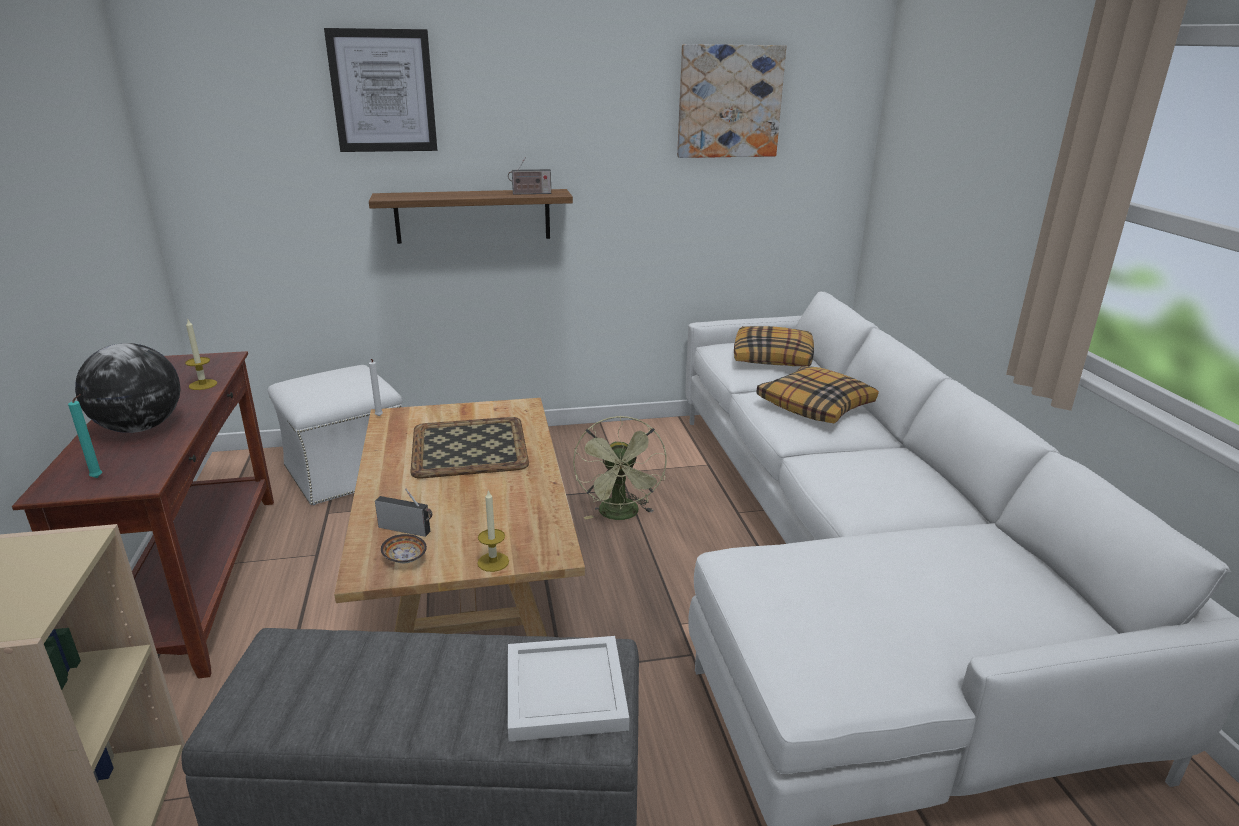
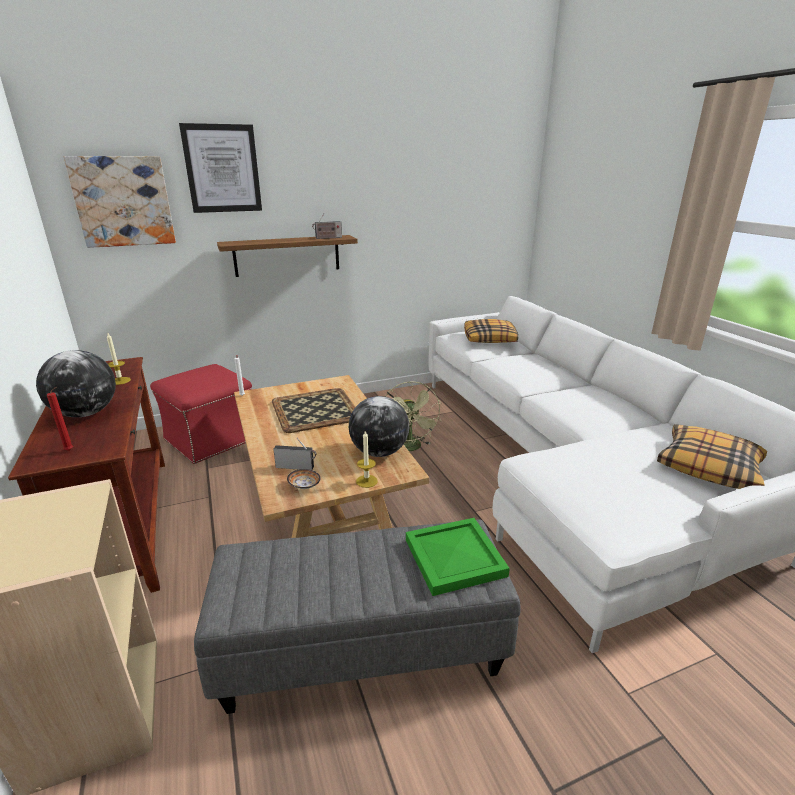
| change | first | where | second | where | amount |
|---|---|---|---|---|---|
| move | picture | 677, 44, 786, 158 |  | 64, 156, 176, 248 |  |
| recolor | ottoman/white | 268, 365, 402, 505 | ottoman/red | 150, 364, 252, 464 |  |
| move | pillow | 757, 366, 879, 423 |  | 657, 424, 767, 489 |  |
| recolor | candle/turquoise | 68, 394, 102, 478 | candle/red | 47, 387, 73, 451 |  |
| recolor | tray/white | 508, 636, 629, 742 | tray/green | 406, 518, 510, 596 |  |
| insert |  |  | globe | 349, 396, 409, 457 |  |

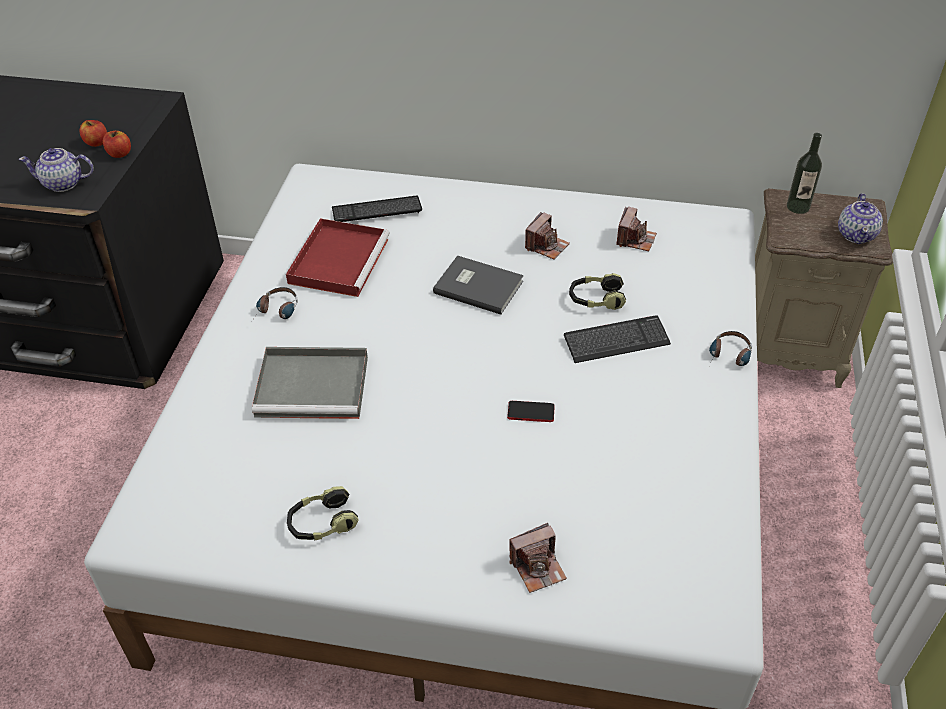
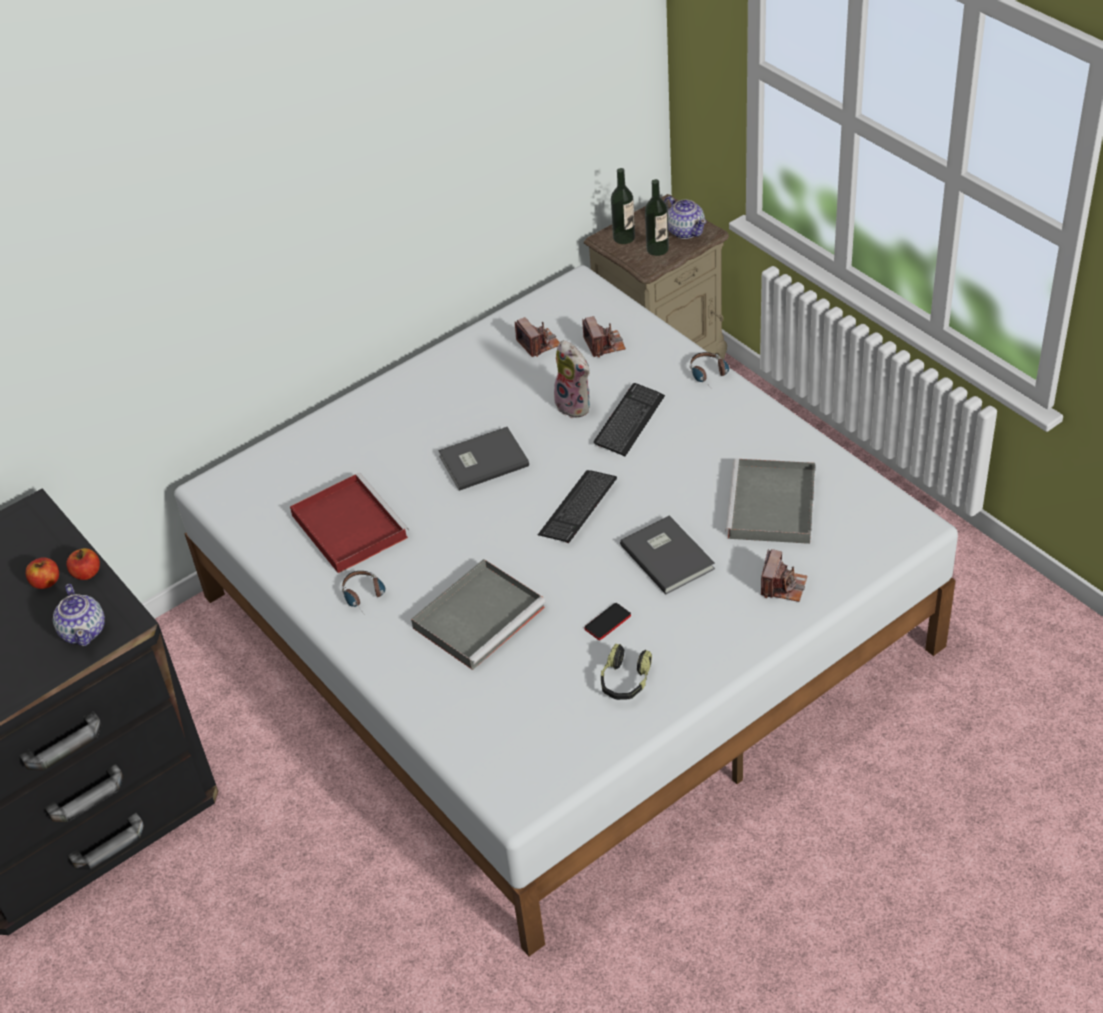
| change | first | where | second | where | amount |
|---|---|---|---|---|---|
| rotate | teapot | 19, 148, 93, 192 |  | 53, 584, 105, 646 | 60 degrees counterclockwise |
| move | keyboard | 332, 195, 422, 222 |  | 538, 470, 617, 543 |  |
| move | photo camera | 525, 212, 570, 259 |  | 582, 316, 626, 357 |  |
| replace | headphones | 569, 273, 626, 310 | plush toy | 554, 340, 590, 418 |  |
| move | phone | 507, 401, 555, 422 |  | 584, 603, 631, 640 |  |
| insert |  |  | bottle | 645, 179, 669, 256 |  |
| insert |  |  | tray/grey | 725, 459, 815, 544 |  |
| insert |  |  | book/grey | 620, 516, 715, 594 |  |

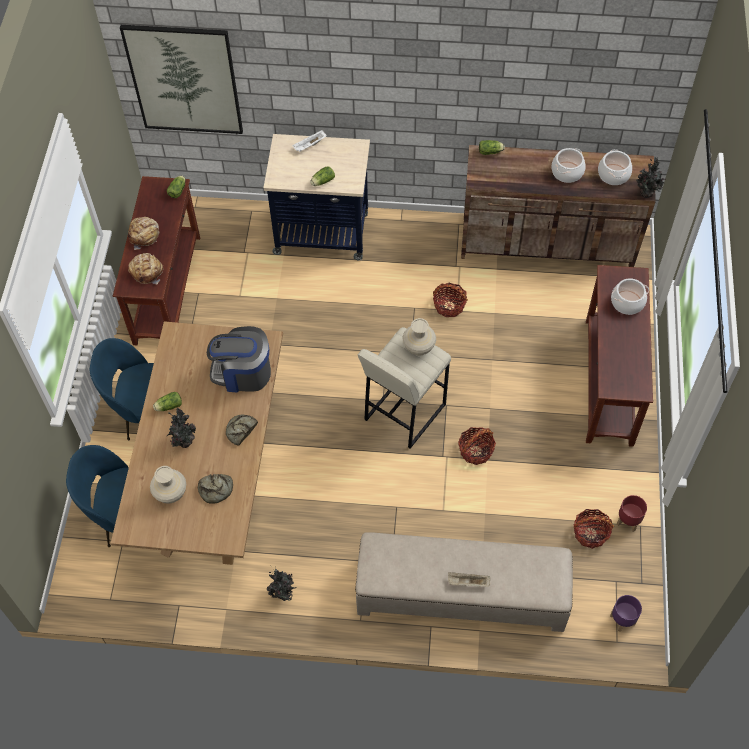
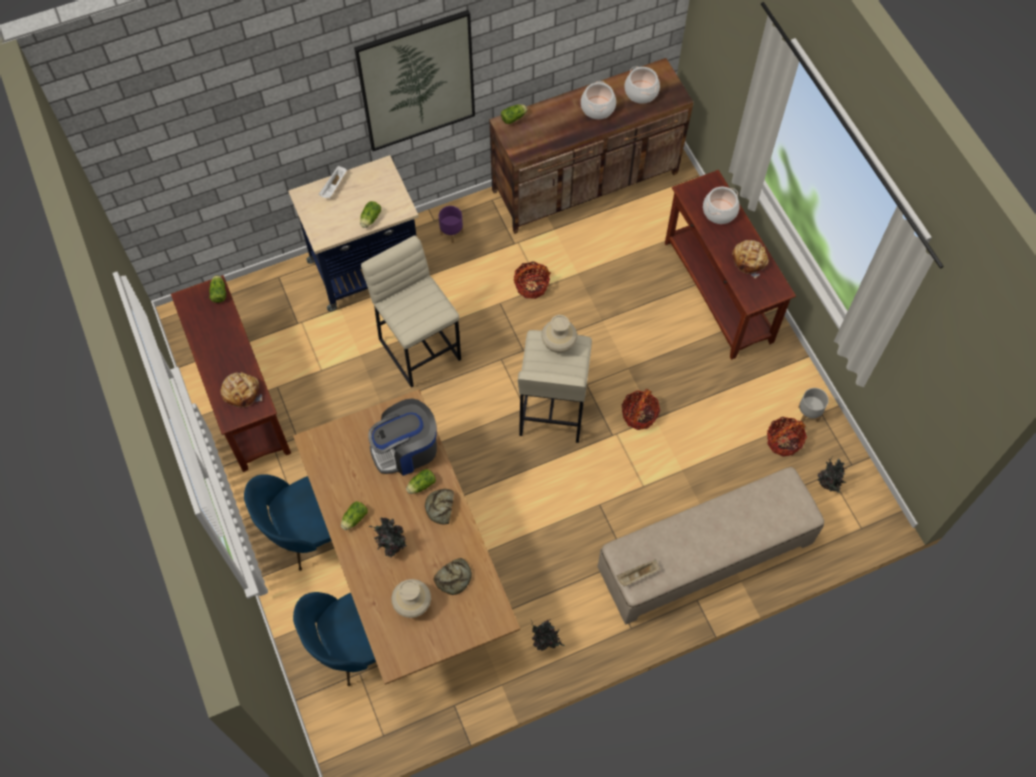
| change | first | where | second | where | amount |
|---|---|---|---|---|---|
| move | picture | 120, 25, 243, 134 |  | 354, 10, 475, 151 |  |
| move | potted plant | 636, 157, 666, 198 |  | 817, 455, 847, 493 |  |
| move | bread | 128, 217, 160, 250 |  | 732, 240, 769, 278 |  |
| recolor | planter/red | 617, 495, 647, 532 | planter/grey | 798, 388, 829, 422 |  |
| move | tray/beige | 448, 572, 490, 587 |  | 617, 560, 660, 587 |  |
| move | planter/purple | 610, 595, 642, 632 |  | 439, 206, 463, 243 |  |
| insert |  |  | stool/beige | 361, 236, 461, 388 |  |
| insert |  |  | lettuce | 406, 469, 436, 494 |  |

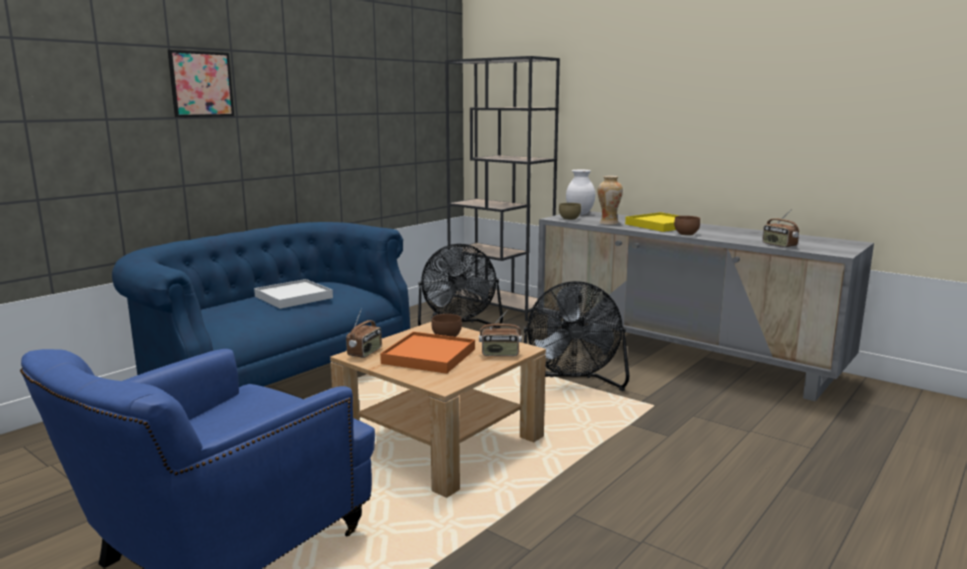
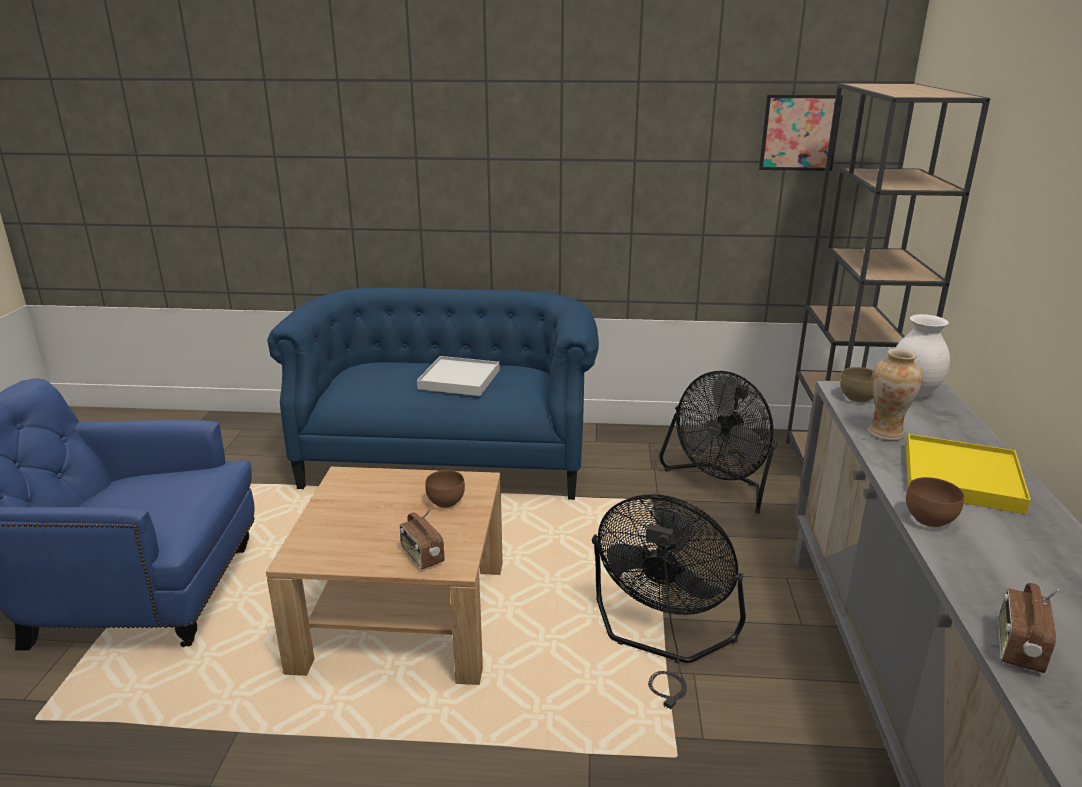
| change | first | where | second | where | amount |
|---|---|---|---|---|---|
| move | picture | 168, 50, 234, 117 |  | 759, 95, 843, 171 |  |
| rotate | fan/black | 524, 281, 629, 391 |  | 592, 494, 746, 709 | 150 degrees clockwise |
| delete | radio | 346, 309, 382, 358 |  |  |  |
| delete | tray/orange | 380, 332, 475, 374 |  |  |  |

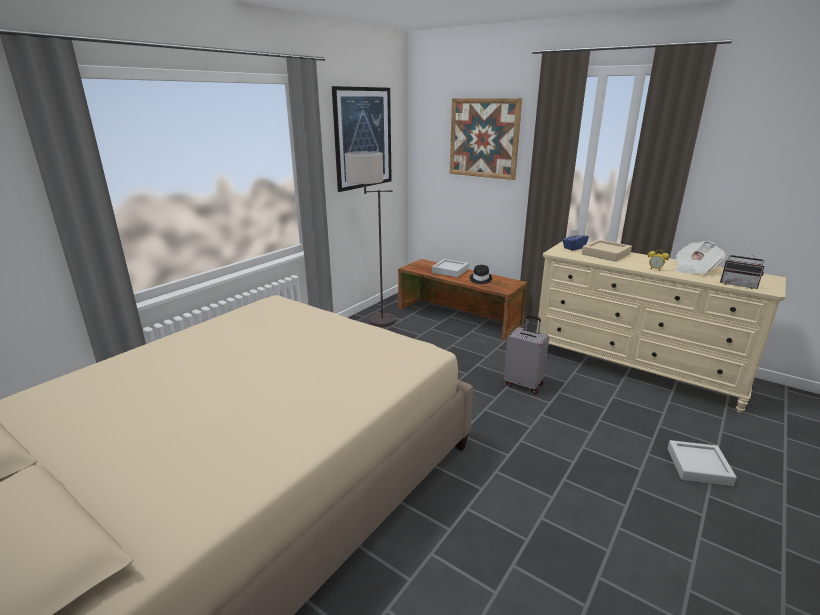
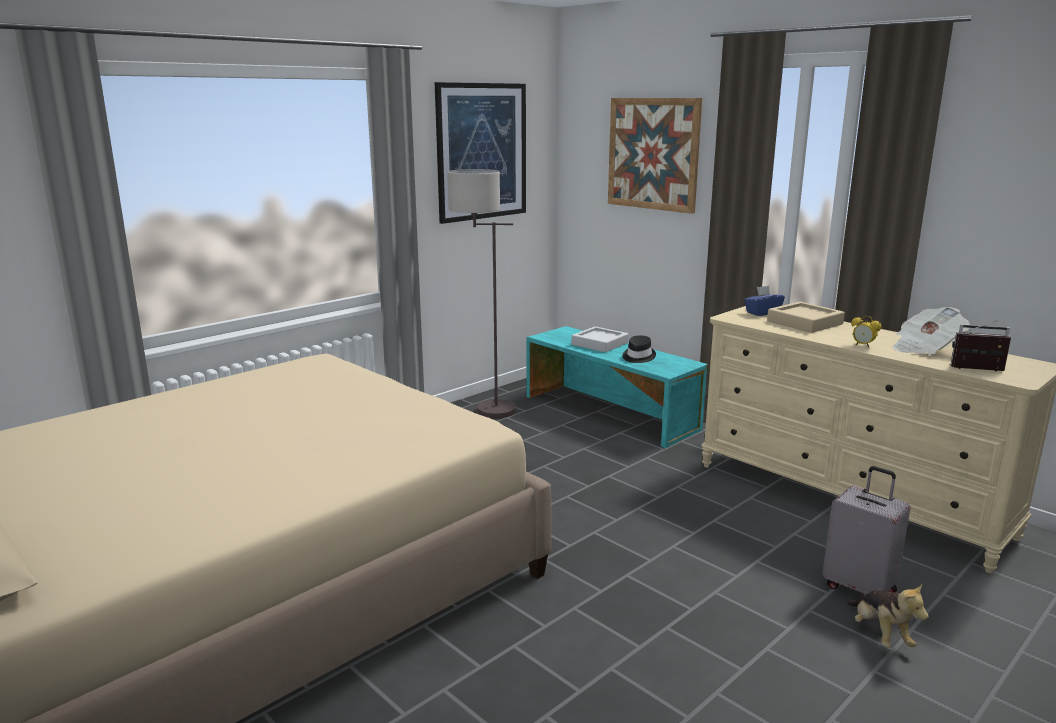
| change | first | where | second | where | amount |
|---|---|---|---|---|---|
| rotate | radio | 720, 246, 765, 289 |  | 950, 320, 1011, 371 | 150 degrees clockwise |
| recolor | bench/brown | 398, 259, 528, 340 | bench/turquoise | 526, 326, 708, 448 |  |
| move | suitcase/grey | 504, 315, 549, 394 |  | 823, 466, 911, 595 |  |
| replace | tray/grey | 667, 440, 737, 486 | plush toy | 846, 584, 929, 648 |  |

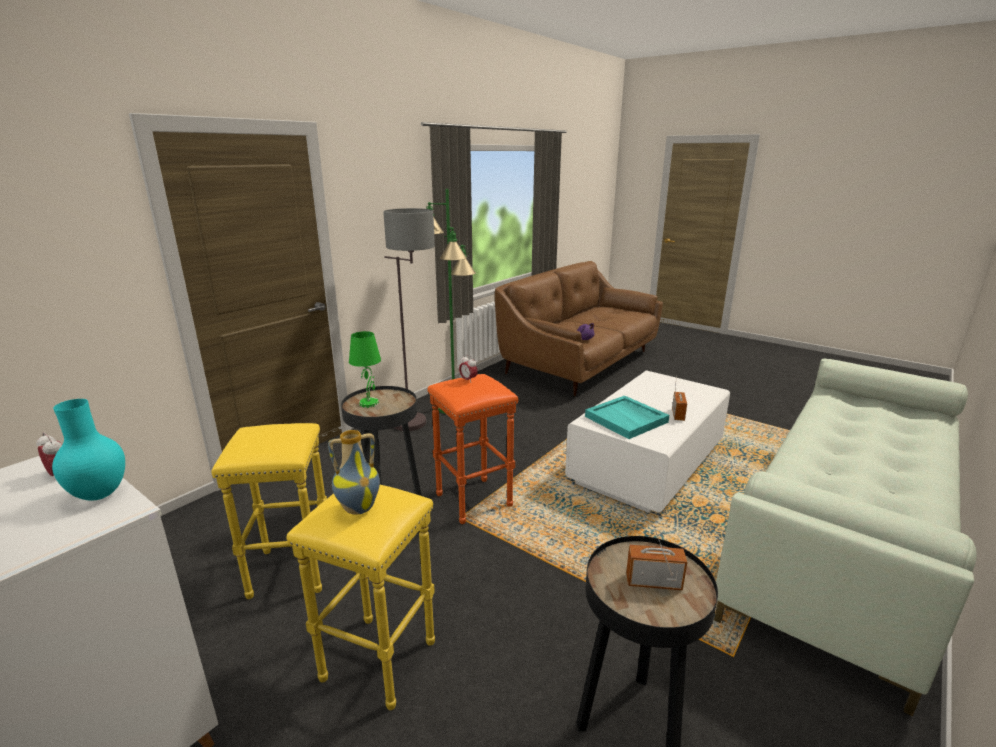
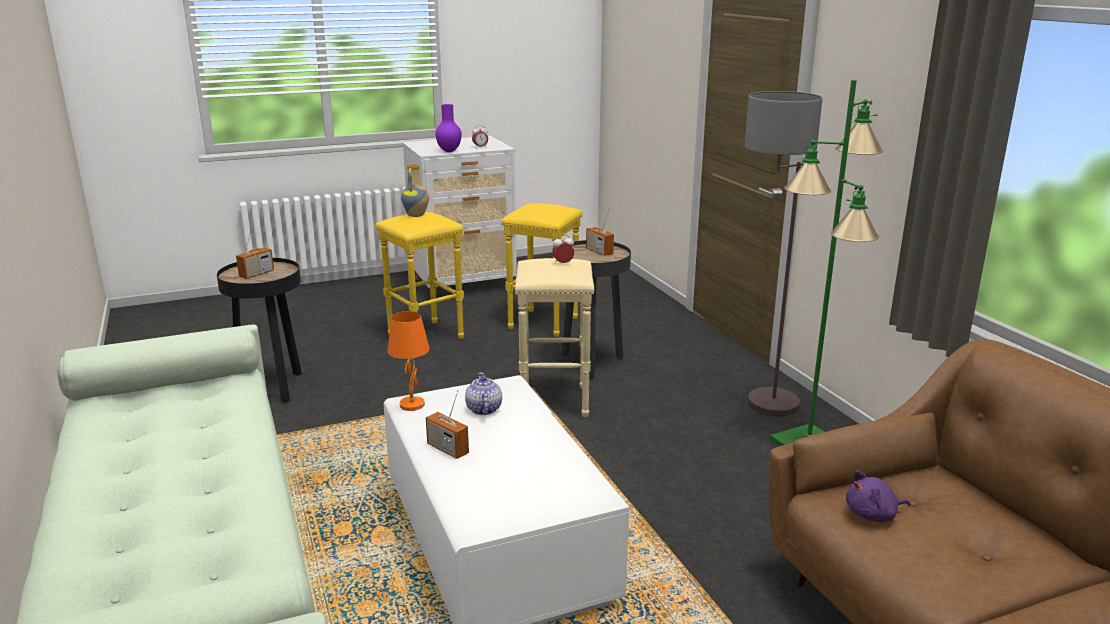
| change | first | where | second | where | amount |
|---|---|---|---|---|---|
| replace | table lamp/green | 349, 331, 381, 408 | radio | 586, 208, 614, 256 |  |
| recolor | stool/orange | 427, 374, 518, 524 | stool/beige | 515, 258, 594, 417 |  |
| replace | tray/turquoise | 585, 396, 669, 439 | teapot | 465, 372, 502, 415 |  |
| recolor | vase/turquoise | 52, 399, 125, 500 | vase/purple | 435, 104, 462, 152 |  |
| insert |  |  | table lamp/orange | 387, 311, 430, 411 |  |

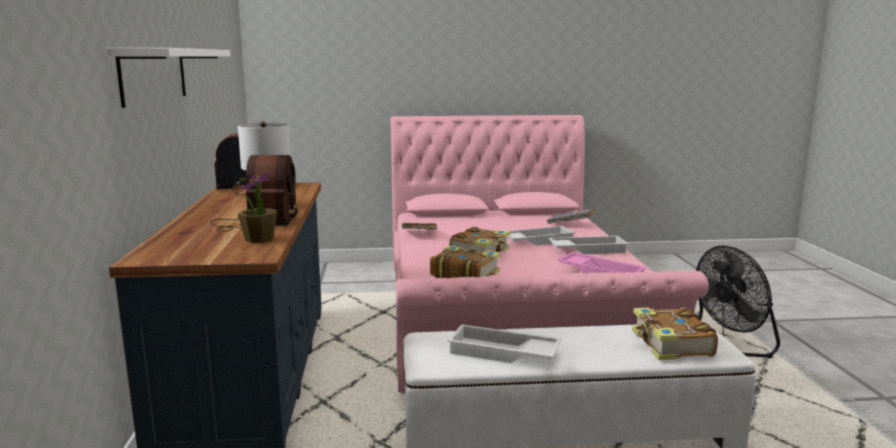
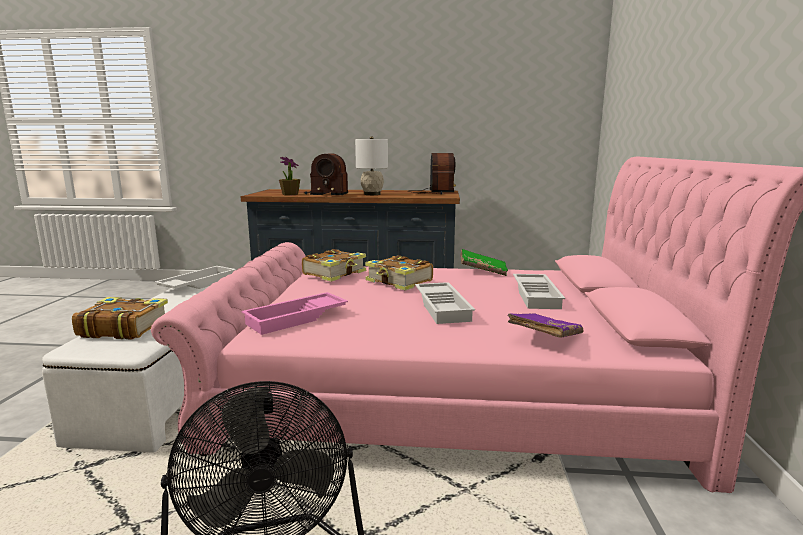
| change | first | where | second | where | amount |
|---|---|---|---|---|---|
| delete | shelf/white | 106, 48, 231, 108 |  |  |  |
| recolor | book/grey | 547, 208, 595, 224 | book/purple | 508, 313, 583, 338 |  |
| move | tray/white | 549, 236, 628, 254 |  | 513, 274, 565, 309 |  |

